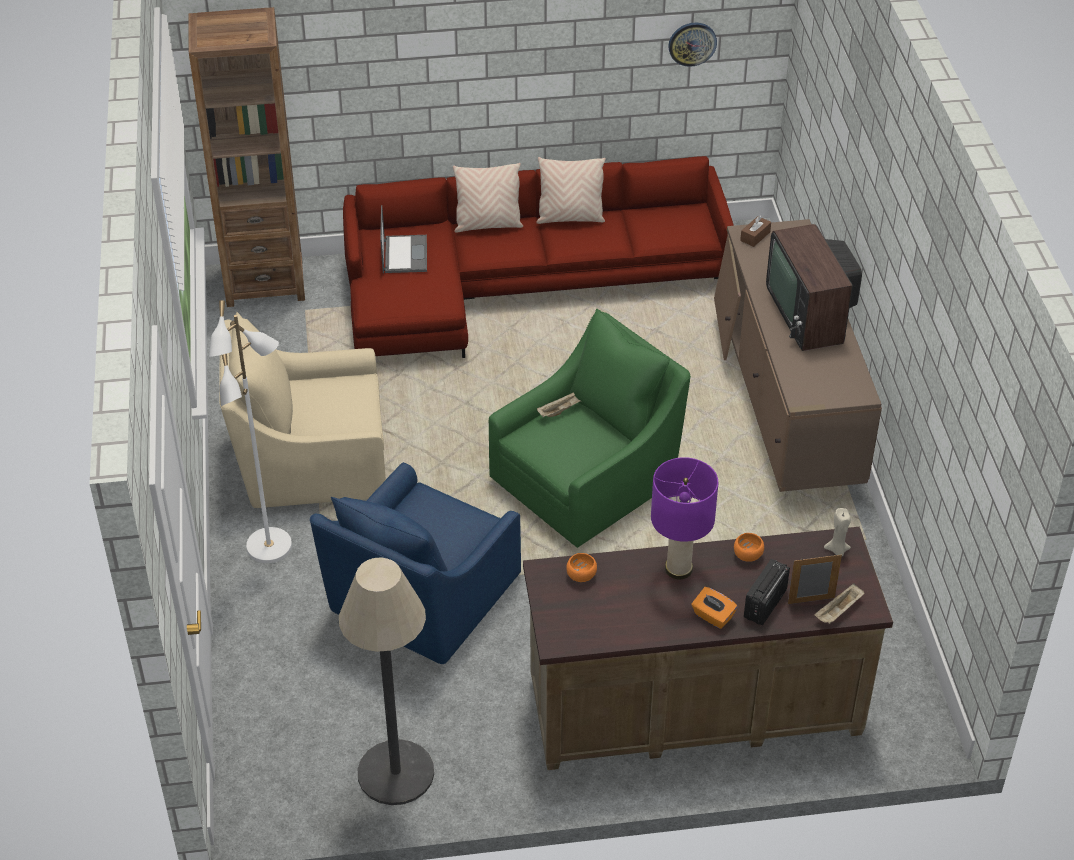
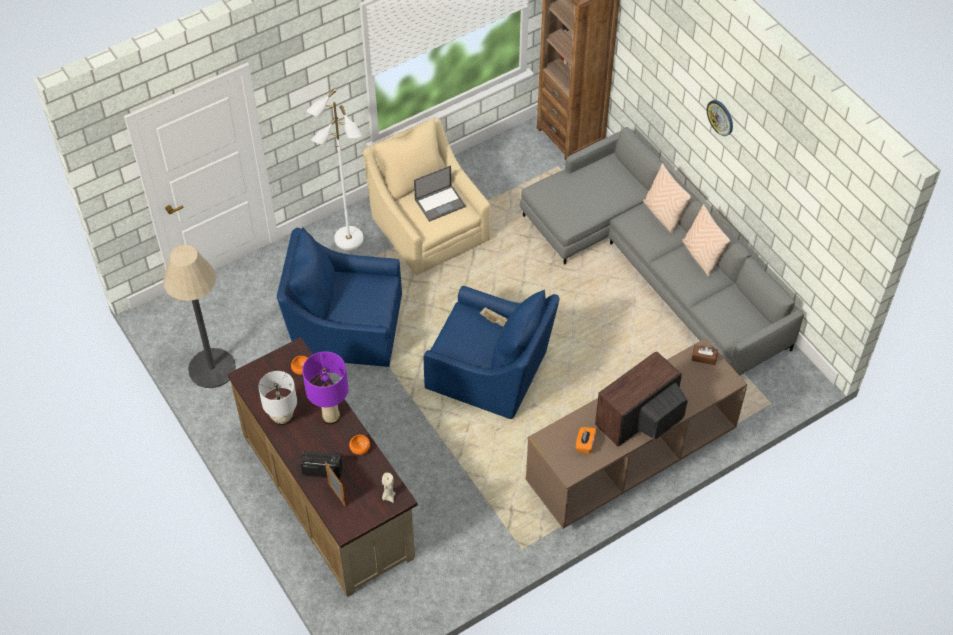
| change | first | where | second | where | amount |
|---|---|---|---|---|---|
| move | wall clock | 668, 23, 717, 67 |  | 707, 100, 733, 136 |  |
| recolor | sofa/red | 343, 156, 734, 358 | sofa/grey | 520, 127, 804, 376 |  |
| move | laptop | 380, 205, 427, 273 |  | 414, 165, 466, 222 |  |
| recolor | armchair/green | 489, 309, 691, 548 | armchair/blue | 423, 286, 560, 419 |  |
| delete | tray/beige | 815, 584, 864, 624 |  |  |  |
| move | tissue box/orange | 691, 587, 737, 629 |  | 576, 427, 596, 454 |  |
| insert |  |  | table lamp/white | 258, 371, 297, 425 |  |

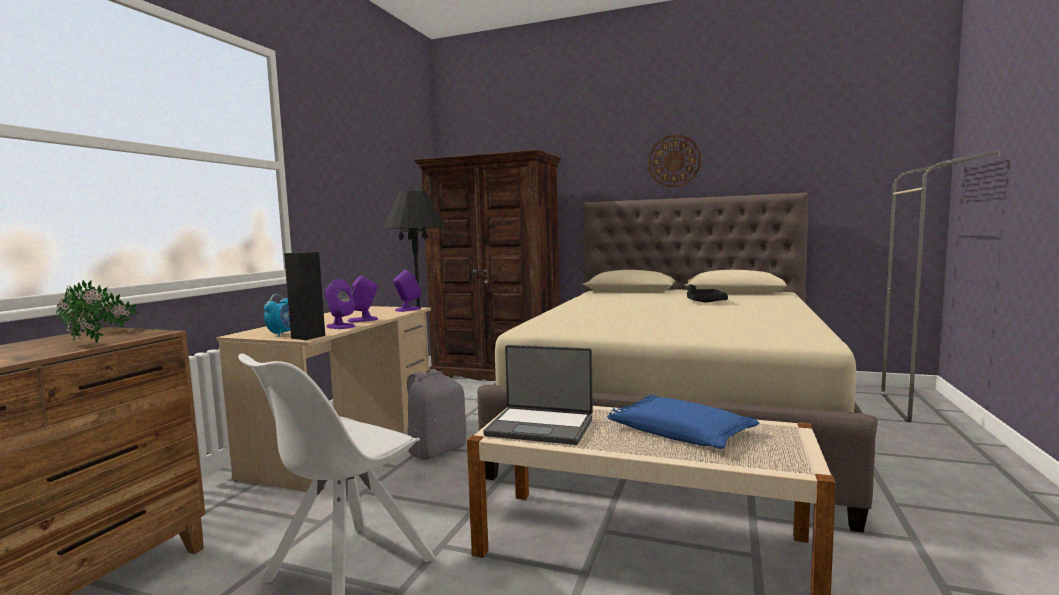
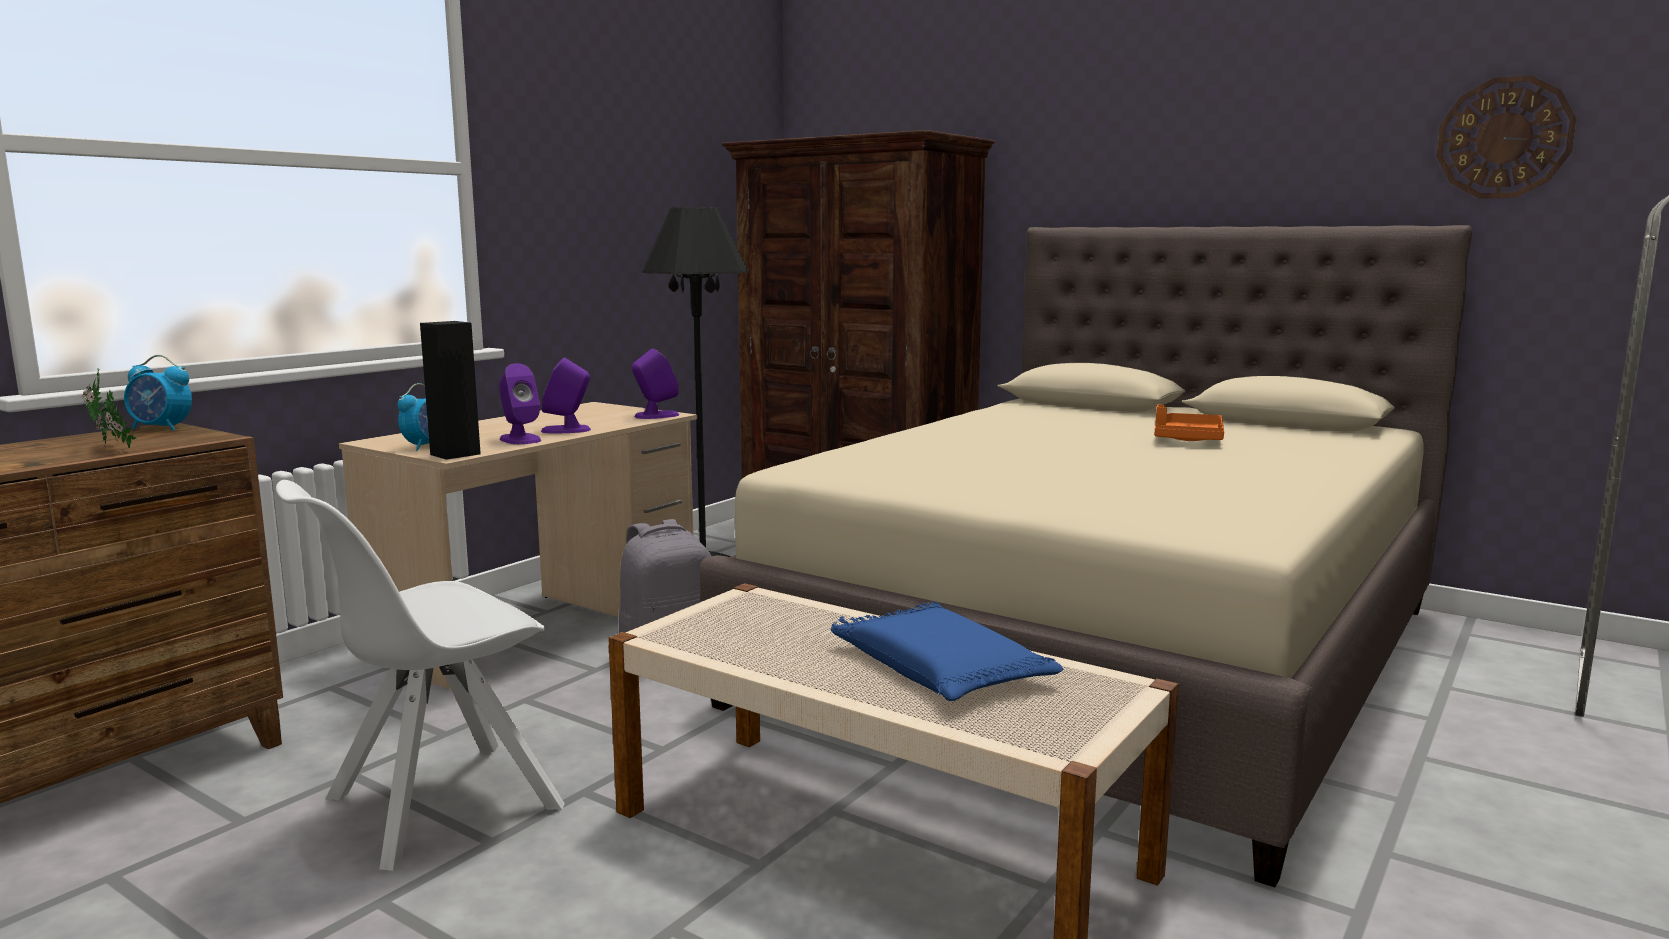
| change | first | where | second | where | amount |
|---|---|---|---|---|---|
| move | wall clock | 648, 135, 701, 187 |  | 1437, 75, 1577, 199 |  |
| replace | potted plant | 68, 280, 138, 328 | alarm clock | 124, 355, 192, 431 |  |
| recolor | tray/black | 687, 284, 728, 302 | tray/orange | 1155, 404, 1224, 441 |  |
| delete | laptop | 483, 345, 593, 445 |  |  |  |

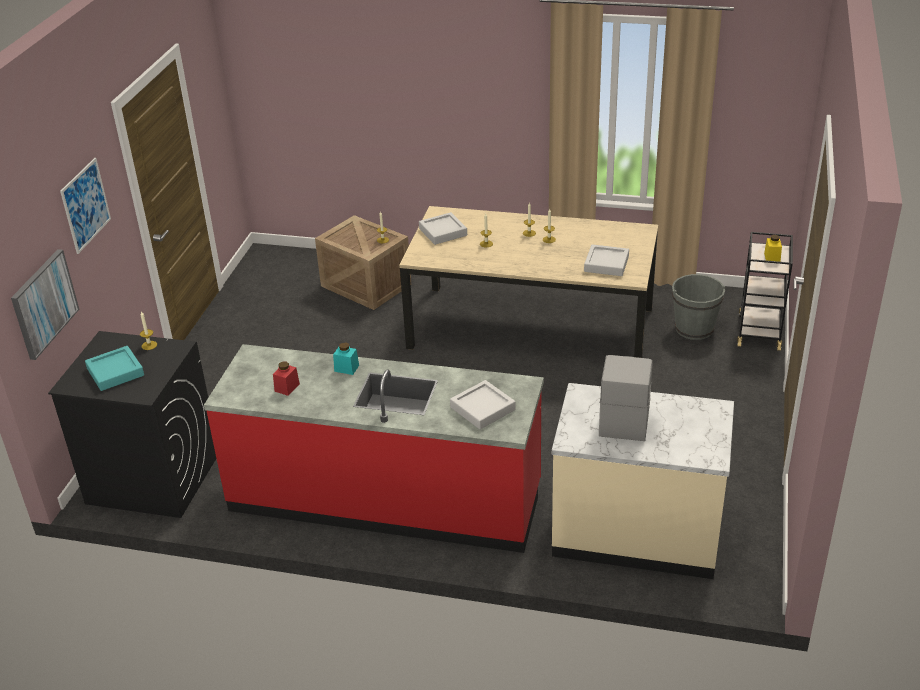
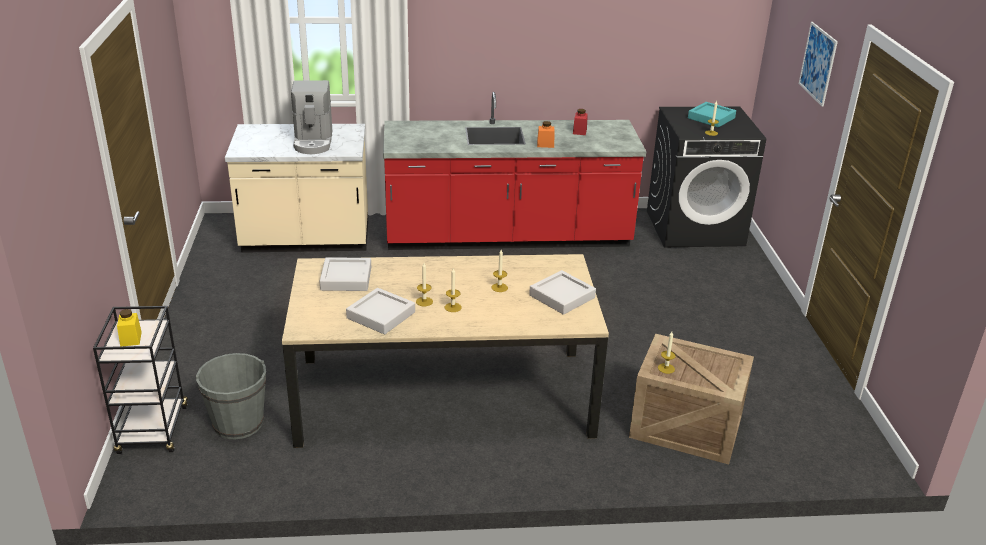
| change | first | where | second | where | amount |
|---|---|---|---|---|---|
| delete | picture | 11, 249, 79, 360 |  |  |  |
| recolor | jar/turquoise | 333, 343, 359, 375 | jar/orange | 537, 121, 555, 148 |  |
| move | tray/grey | 450, 380, 516, 429 |  | 346, 288, 415, 334 |  |

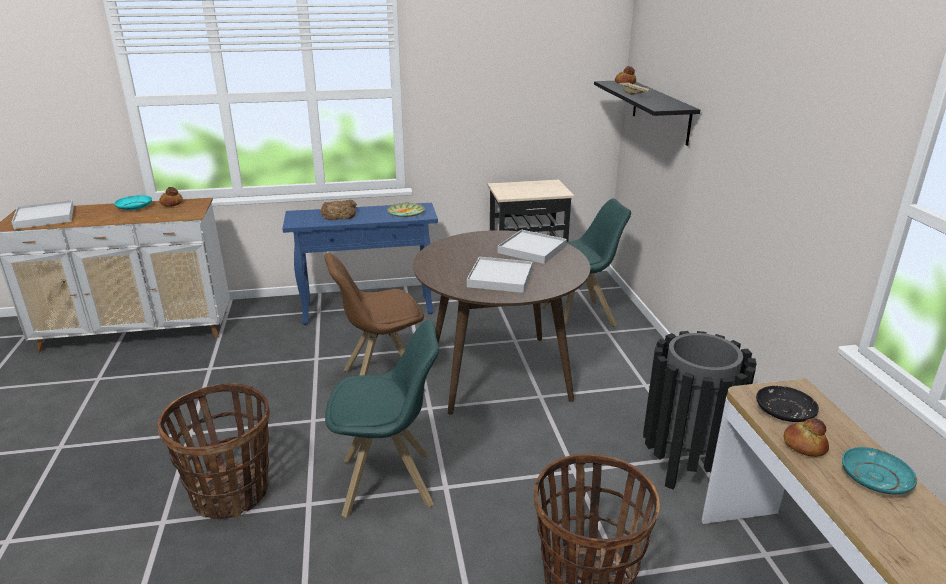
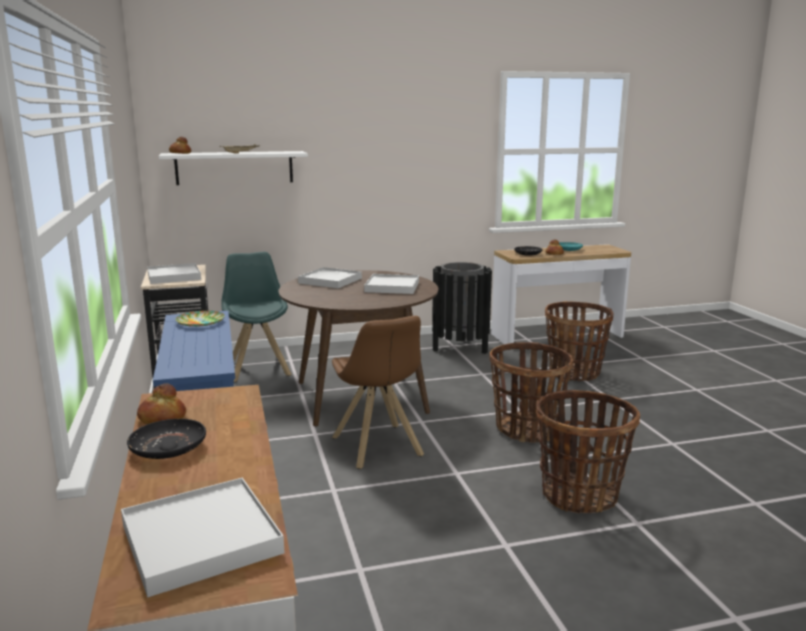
| change | first | where | second | where | amount |
|---|---|---|---|---|---|
| recolor | shelf/black | 594, 81, 700, 146 | shelf/white | 159, 151, 308, 185 |  |
| recolor | plate/turquoise | 114, 195, 152, 210 | plate/black | 127, 419, 206, 459 |  |
| delete | bread | 320, 200, 357, 220 |  |  |  |
| replace | chair/turquoise | 325, 320, 439, 518 | basket | 489, 342, 573, 443 |  |
| insert |  |  | tray/white | 147, 263, 201, 284 |  |

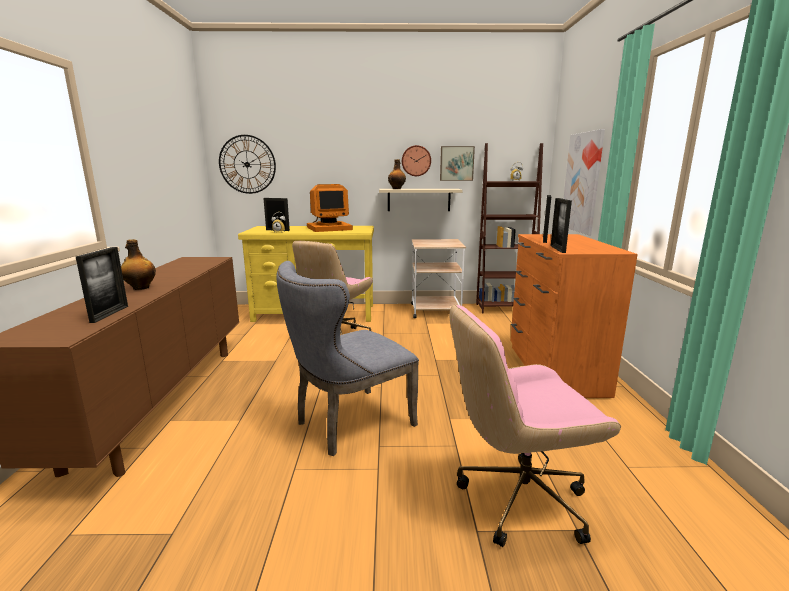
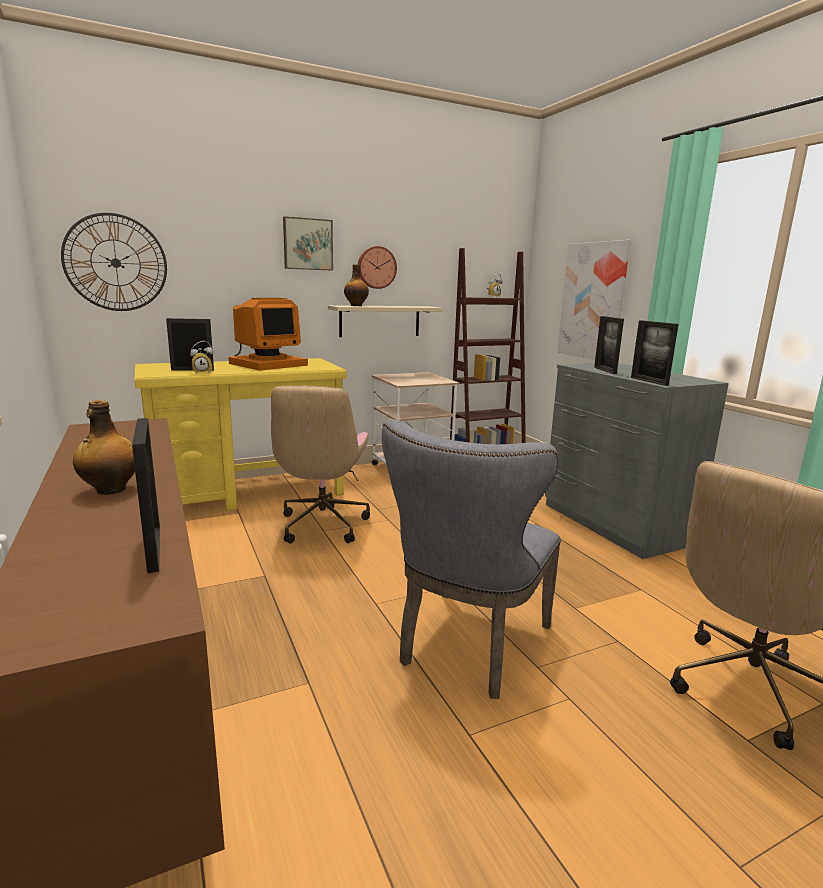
| change | first | where | second | where | amount |
|---|---|---|---|---|---|
| move | picture | 440, 146, 475, 181 |  | 283, 216, 333, 270 |  |
| recolor | dresser/orange | 510, 234, 638, 398 | dresser/grey | 545, 363, 729, 559 |  |

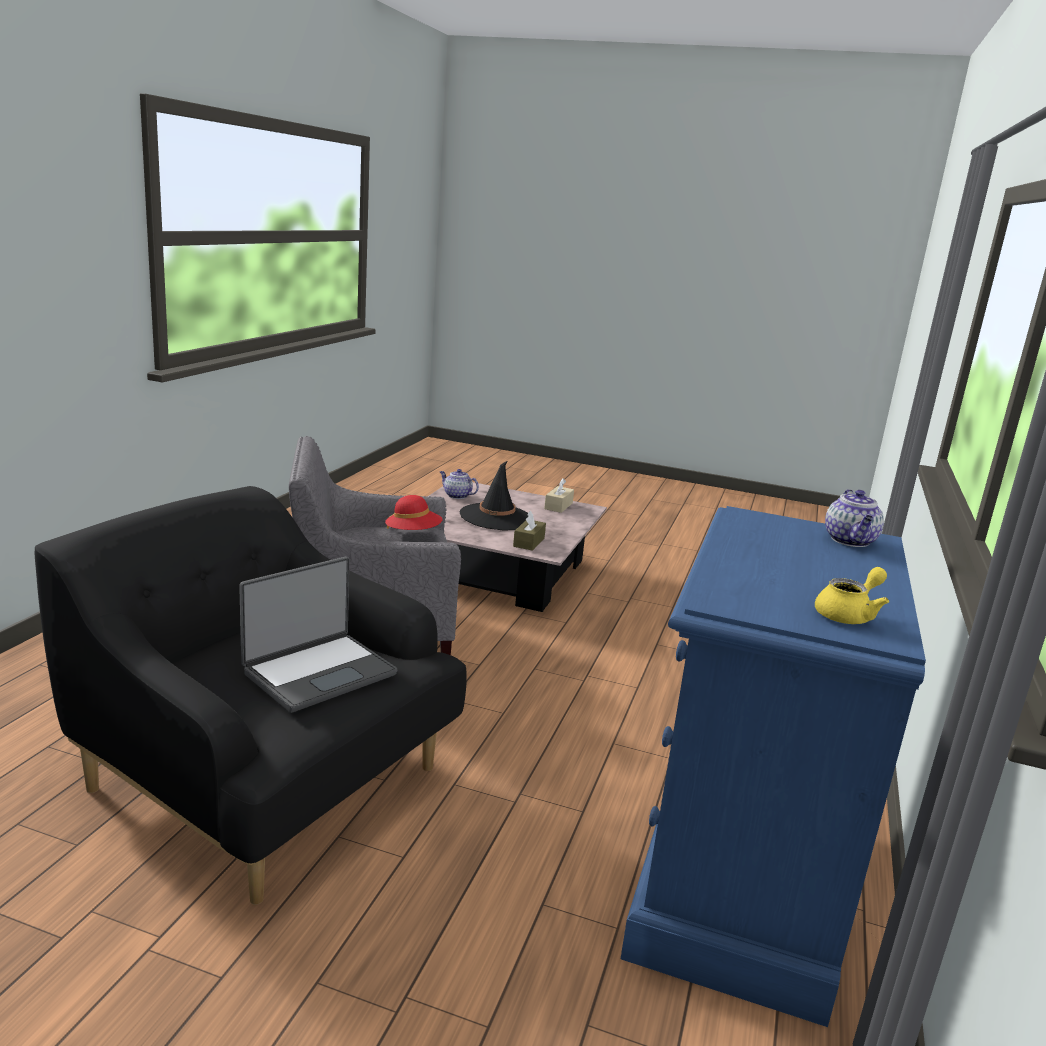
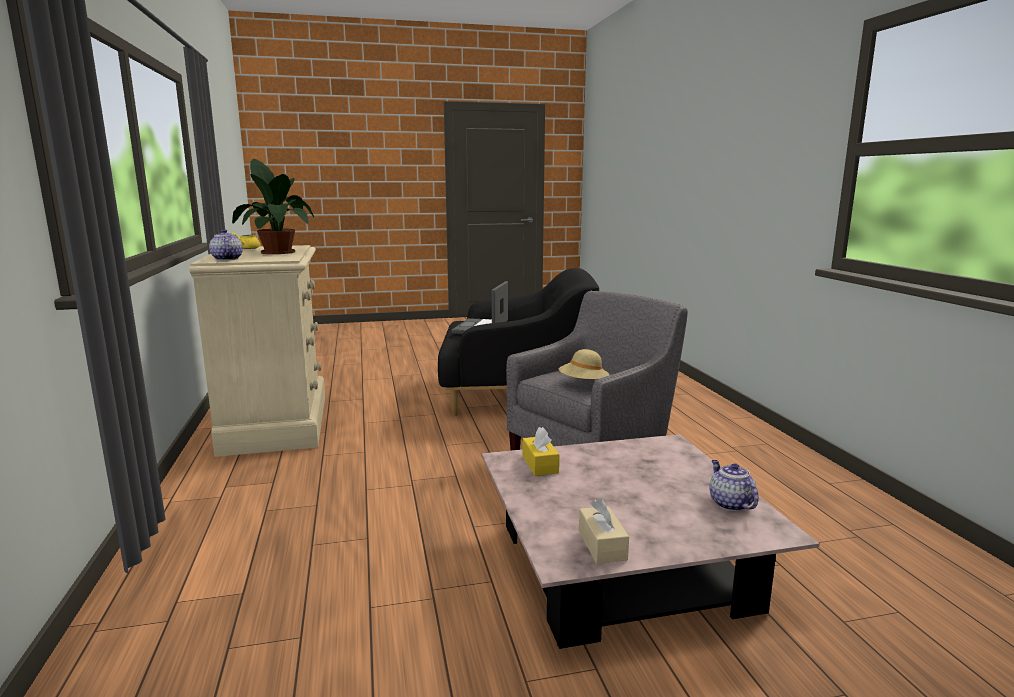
| change | first | where | second | where | amount |
|---|---|---|---|---|---|
| delete | hat/black | 459, 461, 528, 531 |  |  |  |
| rotate | teapot | 440, 469, 479, 499 |  | 709, 460, 759, 511 | 105 degrees counterclockwise |
| recolor | hat/red | 385, 495, 443, 530 | hat/beige | 559, 349, 609, 379 |  |
| recolor | dresser/blue | 621, 506, 926, 1027 | dresser/beige | 189, 245, 325, 457 |  |
| recolor | tissue box/brown | 513, 511, 546, 551 | tissue box/yellow | 523, 427, 559, 476 |  |
| insert |  |  | potted plant | 232, 159, 314, 254 |  |

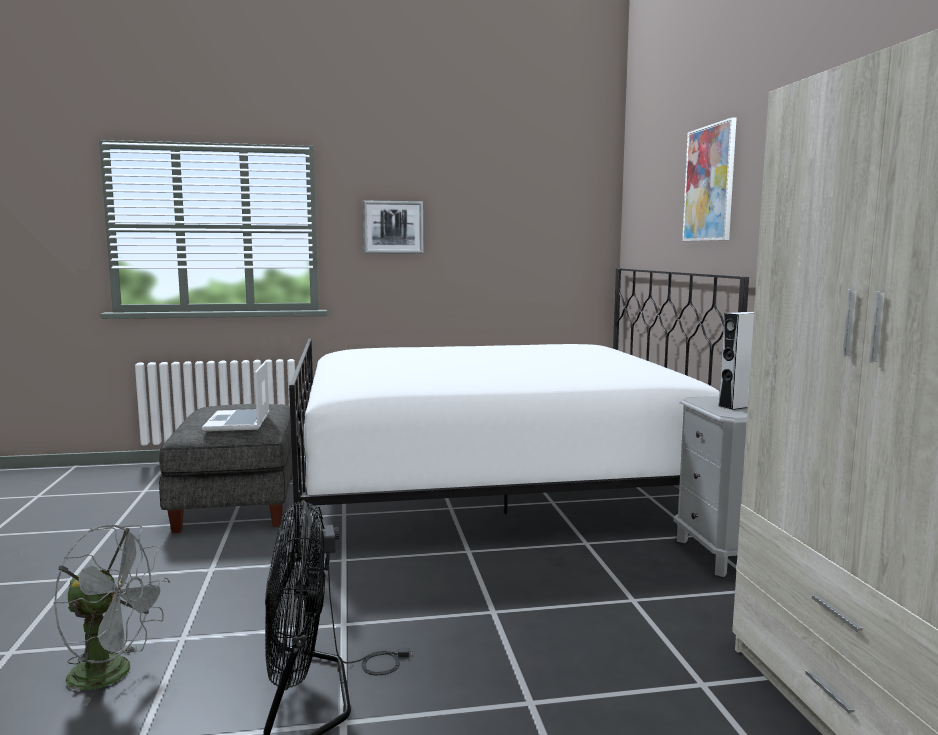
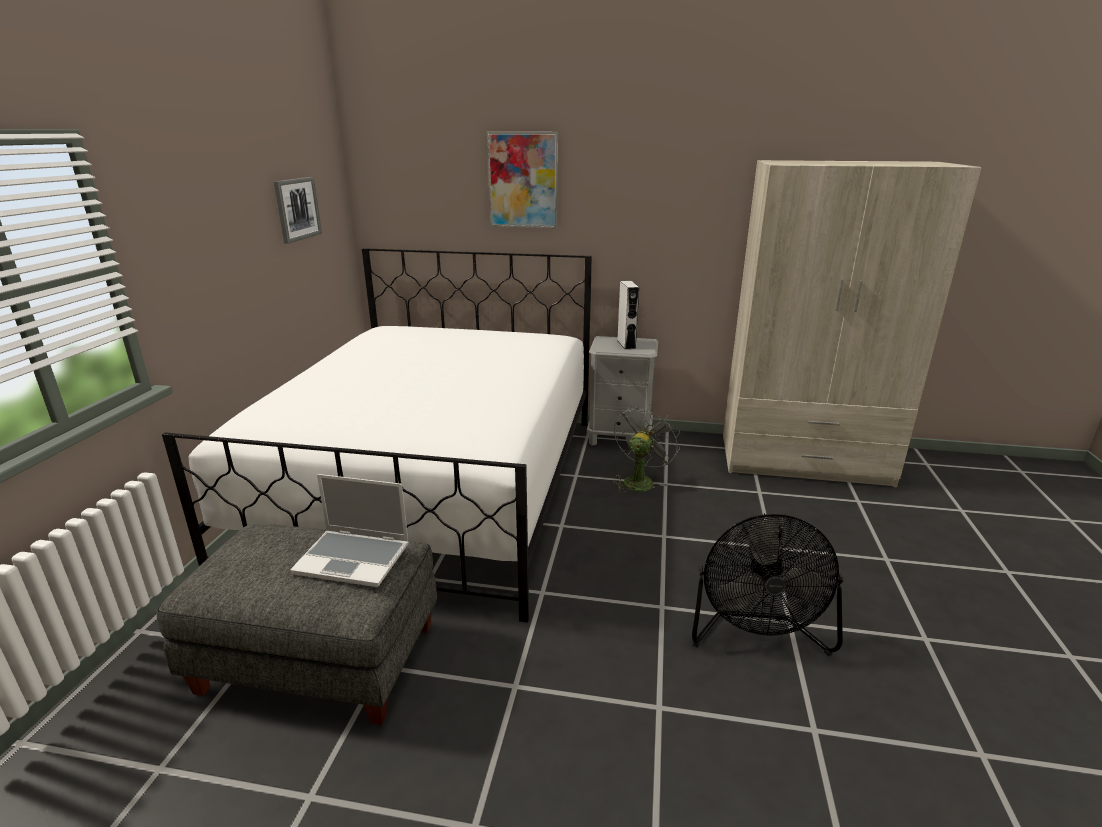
| change | first | where | second | where | amount |
|---|---|---|---|---|---|
| move | picture | 363, 201, 423, 254 |  | 274, 177, 322, 244 |  |
| move | fan/grey | 53, 524, 170, 707 |  | 613, 404, 680, 493 |  |

